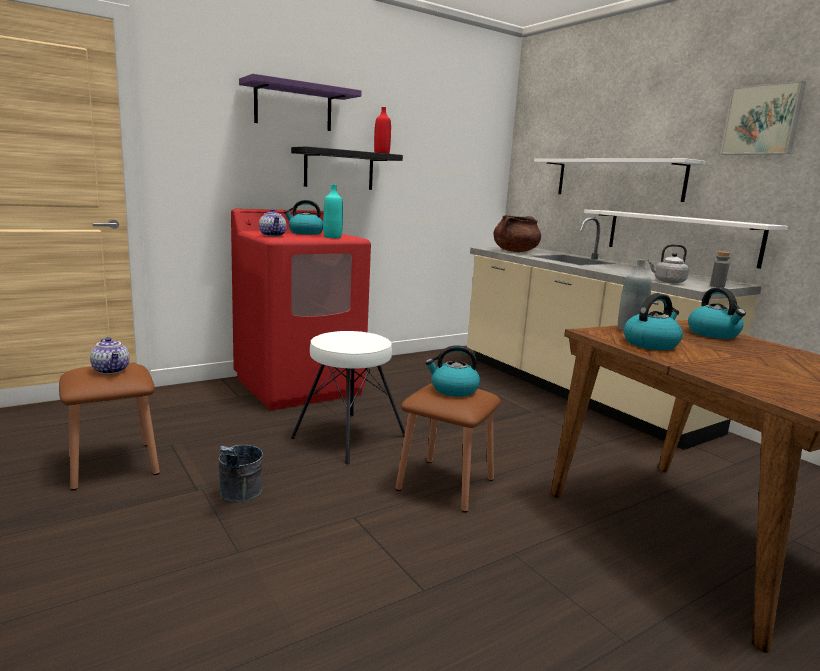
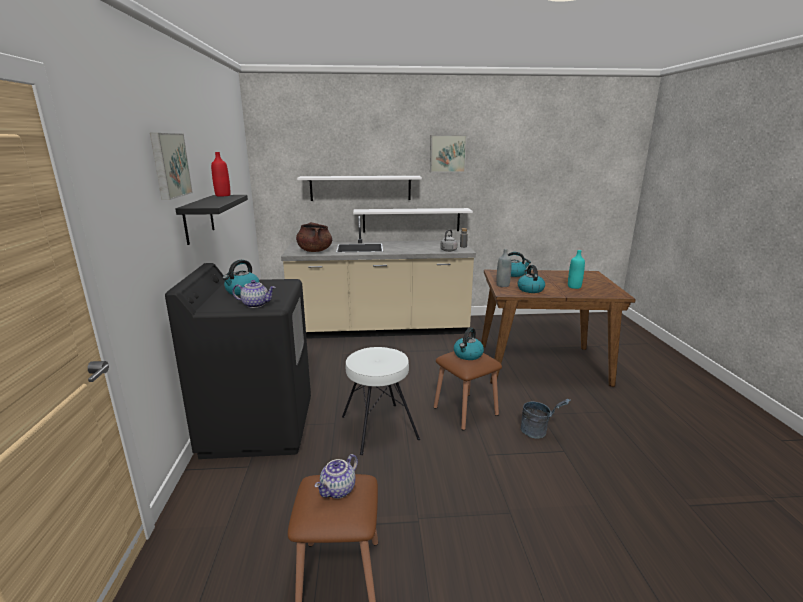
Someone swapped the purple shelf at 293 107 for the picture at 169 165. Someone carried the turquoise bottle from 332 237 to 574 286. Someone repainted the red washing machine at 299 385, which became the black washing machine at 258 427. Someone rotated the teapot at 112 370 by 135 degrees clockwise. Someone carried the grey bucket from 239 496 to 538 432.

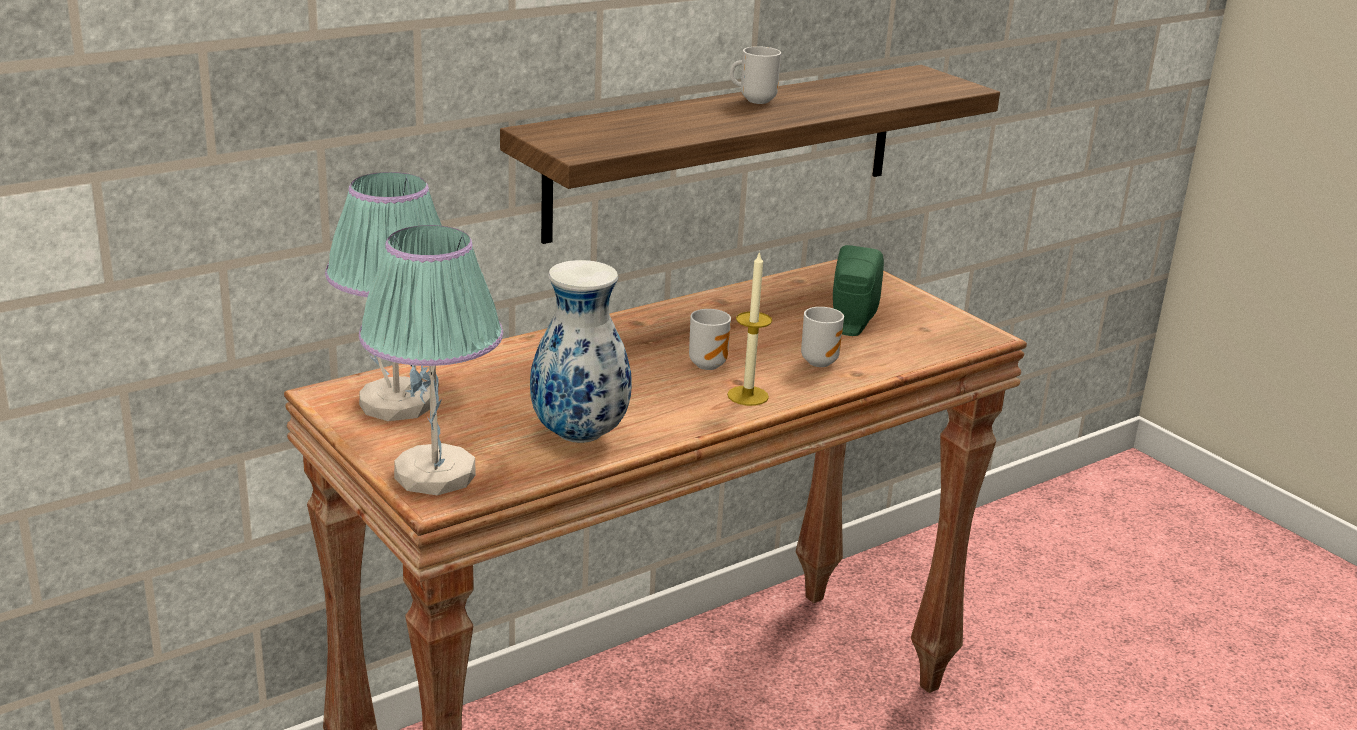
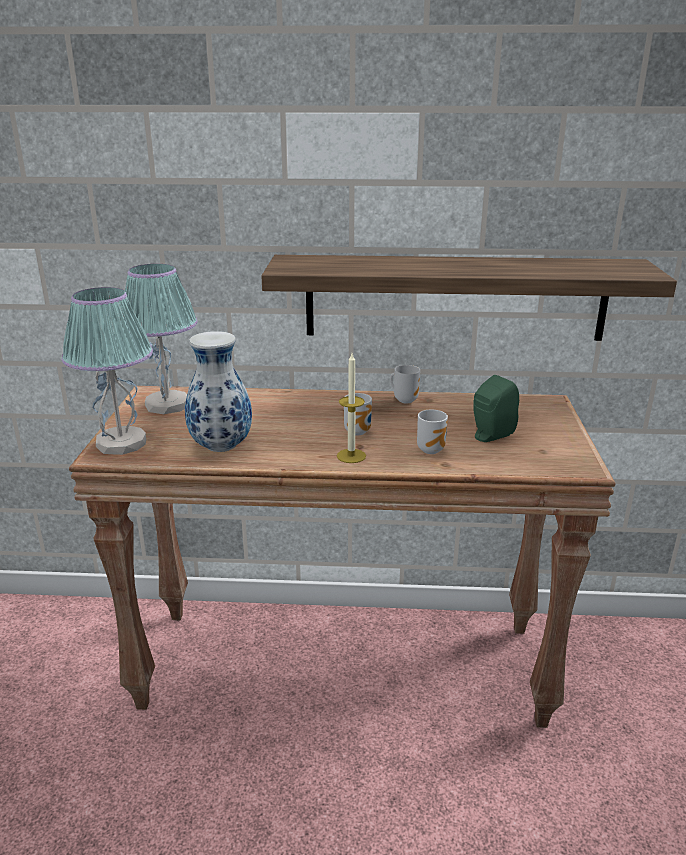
Someone carried the mug from 755 100 to 405 400.

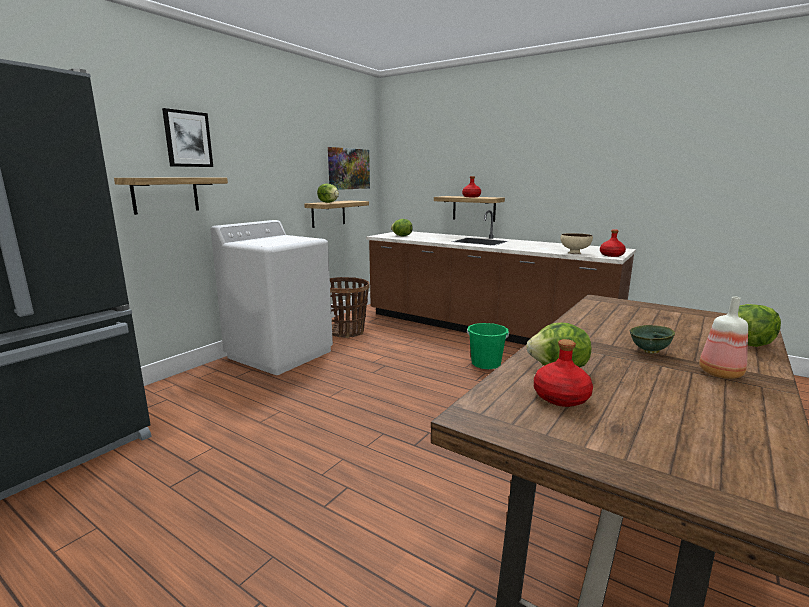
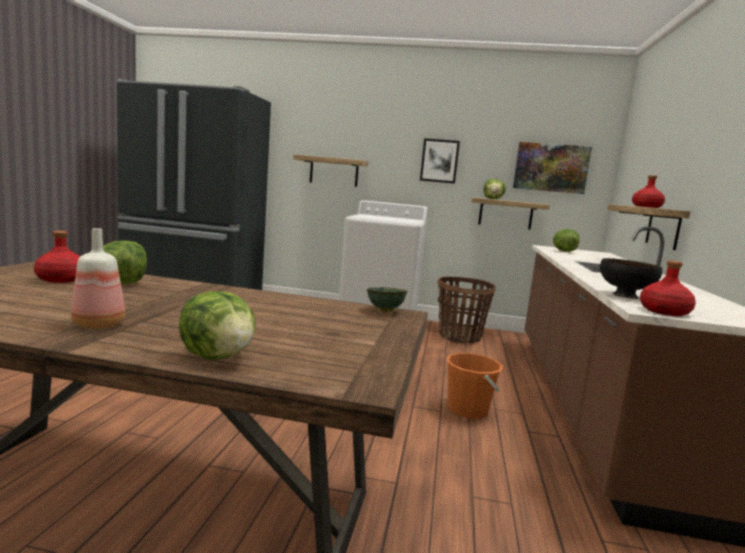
Someone carried the picture from 188 139 to 439 161. Someone repainted the beige bowl at 574 253, which became the black bowl at 624 295. Someone repainted the green bucket at 486 364, which became the orange bucket at 468 410. Someone carried the green bowl from 650 351 to 384 311.

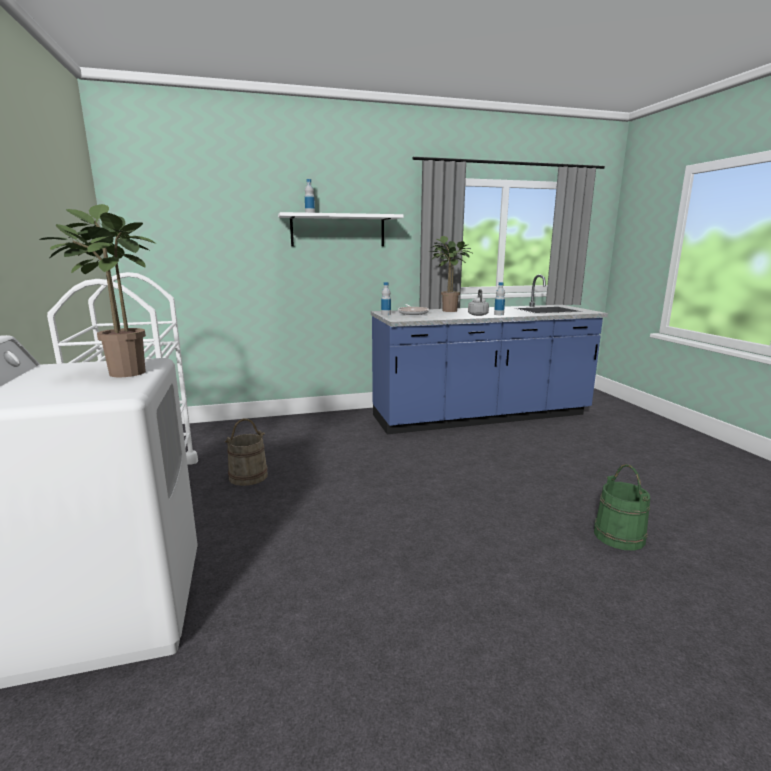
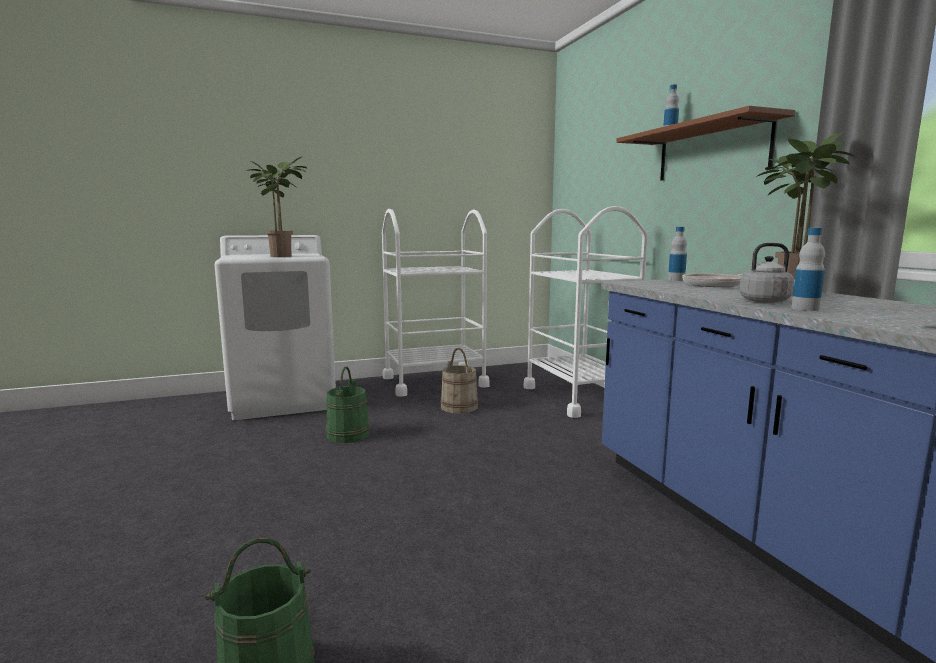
Someone repainted the white shelf at 338 230, which became the brown shelf at 712 151. Someone put down the white cart at 579 397. Someone put down the green bucket at 348 434.

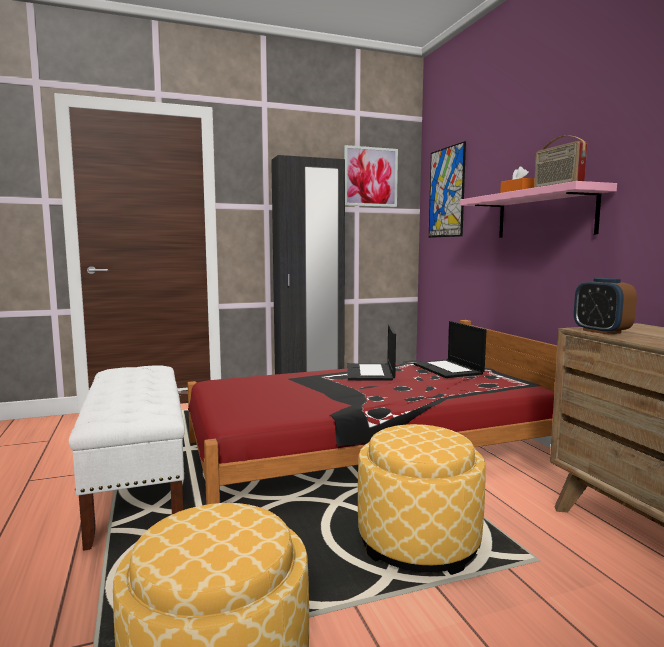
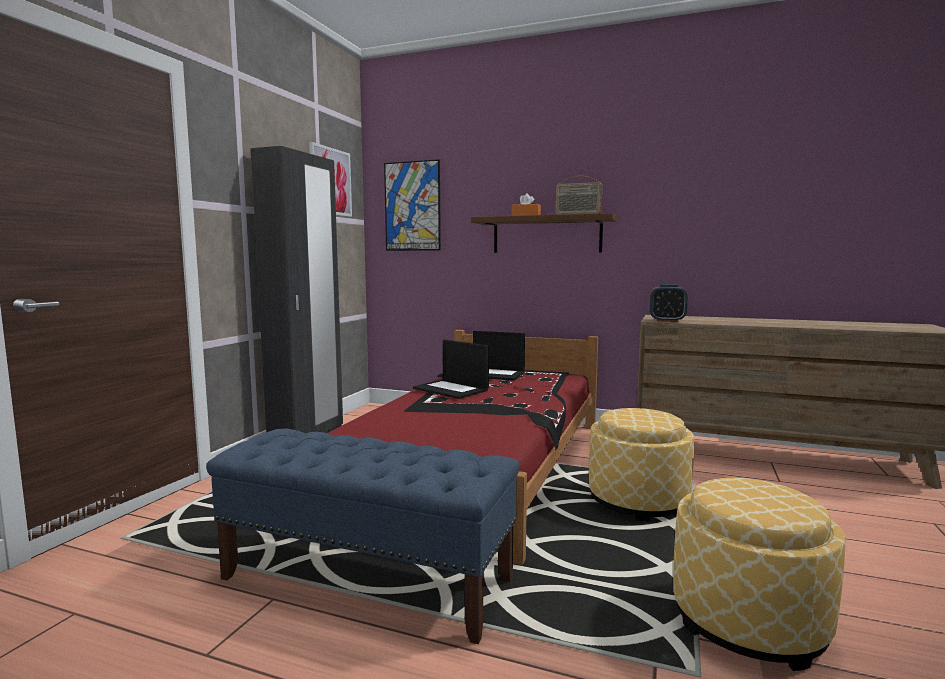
Someone repainted the pink shelf at 544 214, which became the brown shelf at 546 235. Someone repainted the white bench at 138 486, which became the blue bench at 367 579.

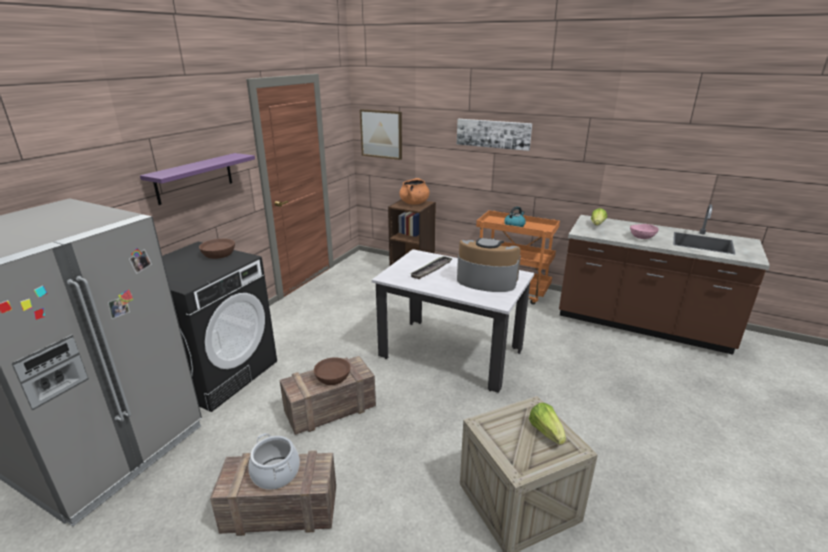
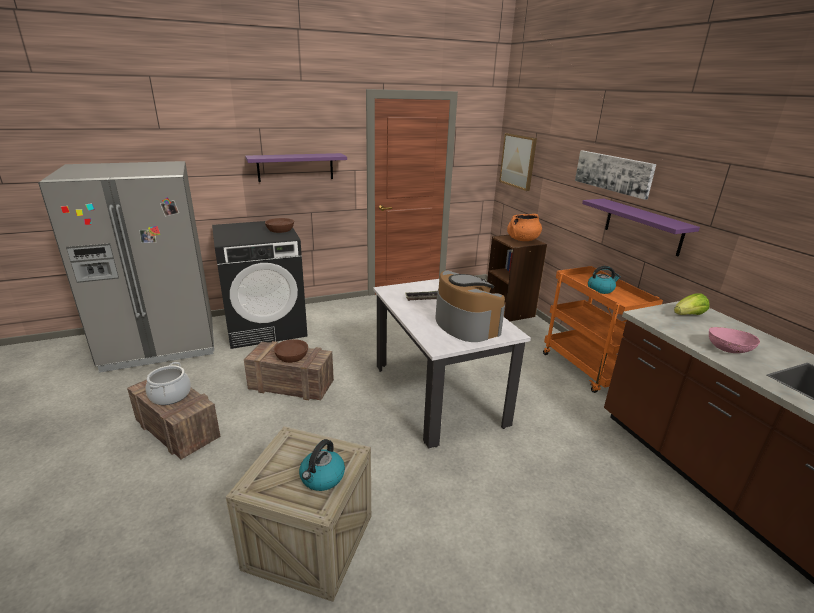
Someone swapped the lettuce at 546 432 for the kettle at 322 478. Someone put up the purple shelf at 643 226.

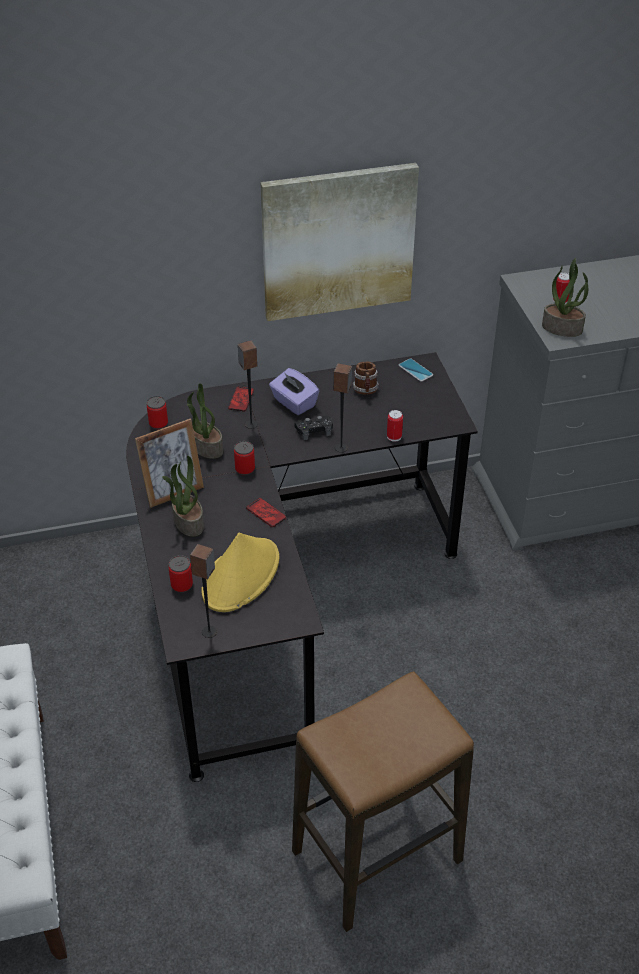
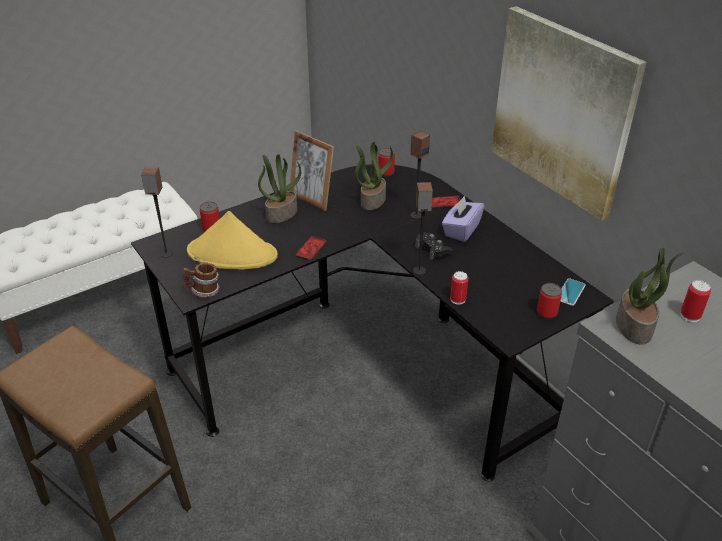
Someone carried the mug from 366 391 to 204 293. Someone carried the can from 245 469 to 546 312.

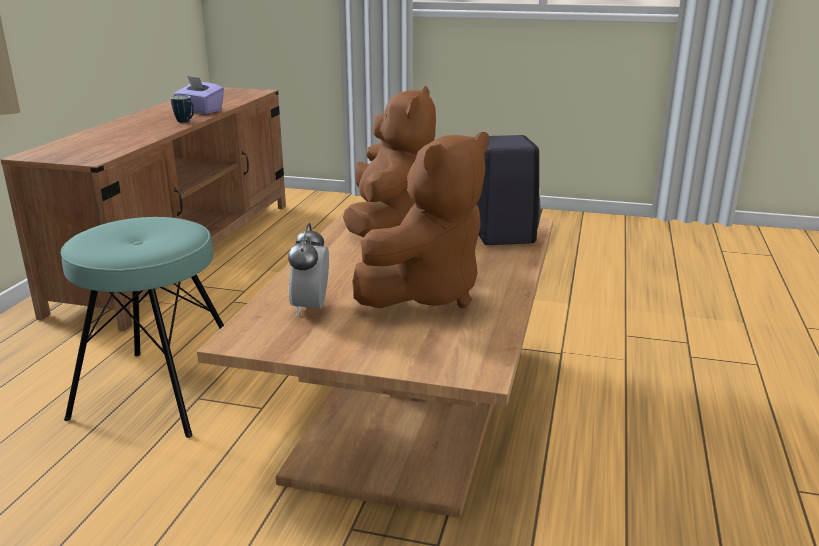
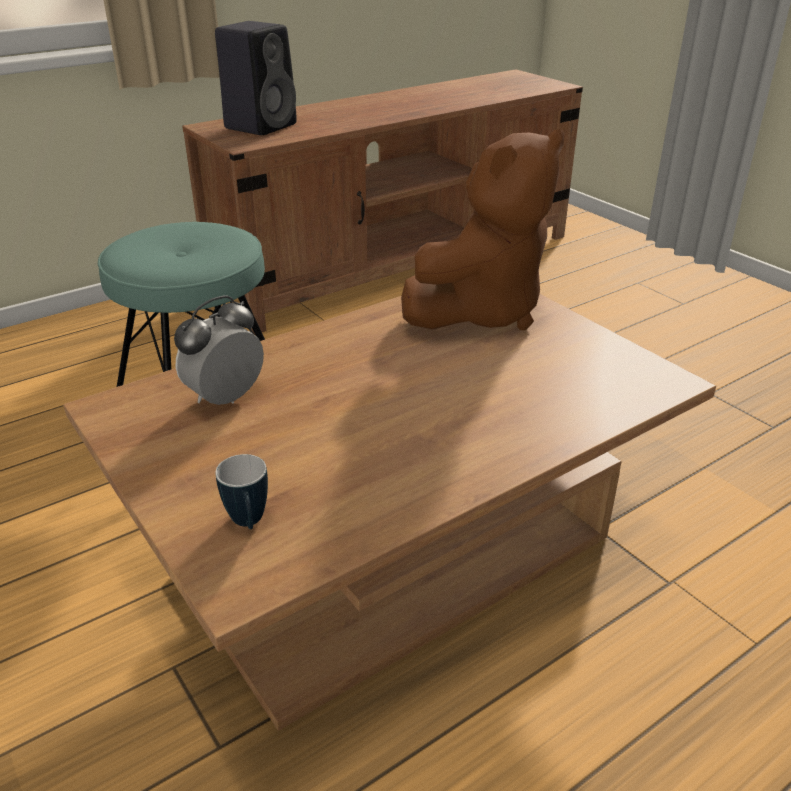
Someone took away the purple tissue box at 200 111. Someone carried the mug from 186 122 to 249 524. Someone took away the brown plush toy at 426 293. Someone carried the black speaker from 502 234 to 262 126.

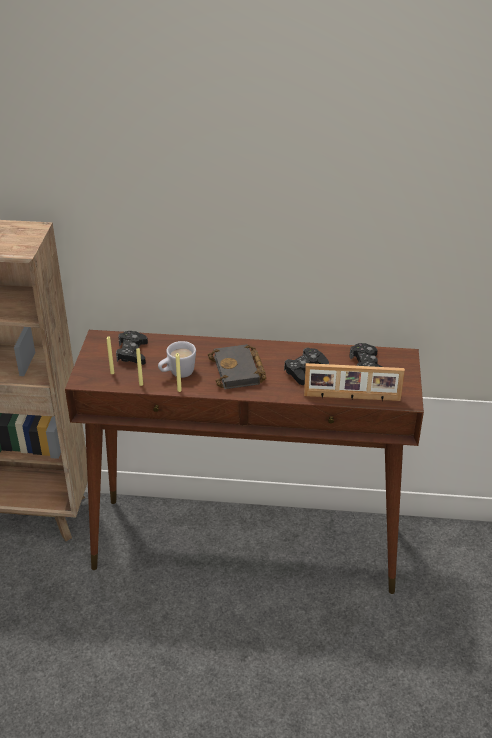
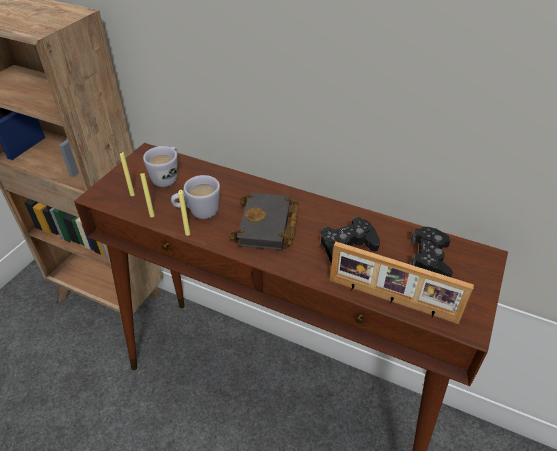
Someone swapped the black game controller at 132 353 for the white mug at 168 177.

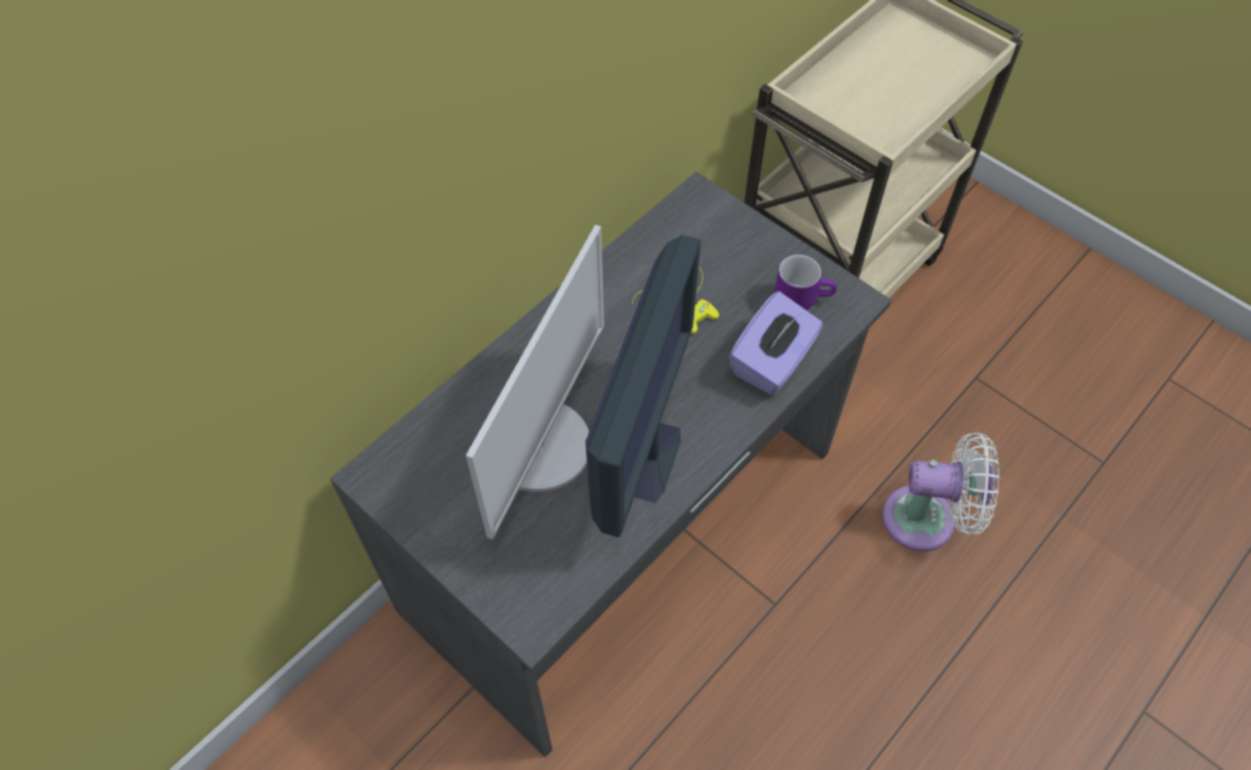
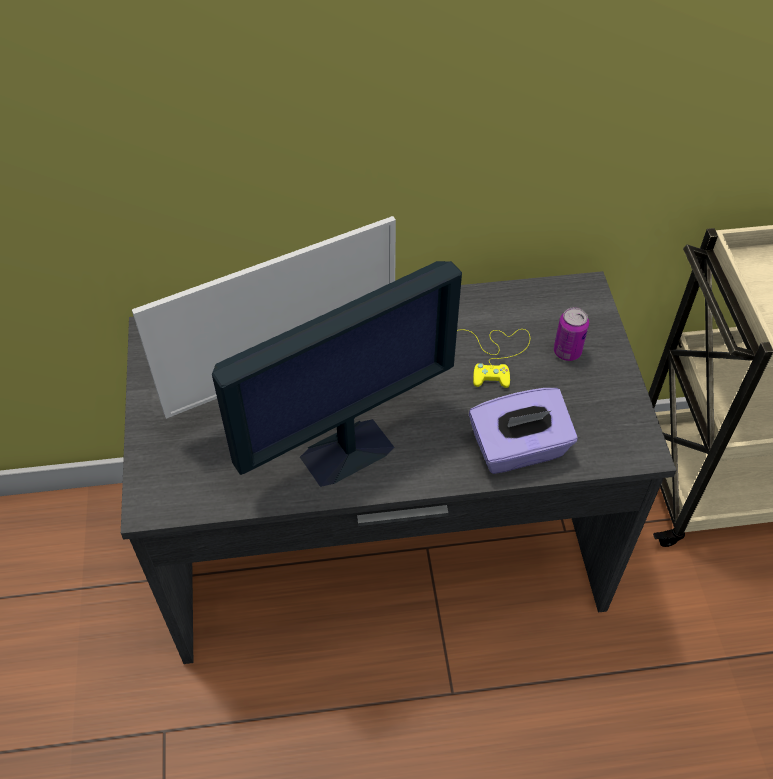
Someone took away the purple mug at 801 297. Someone took away the white fan at 927 519. Someone put down the can at 567 352.

